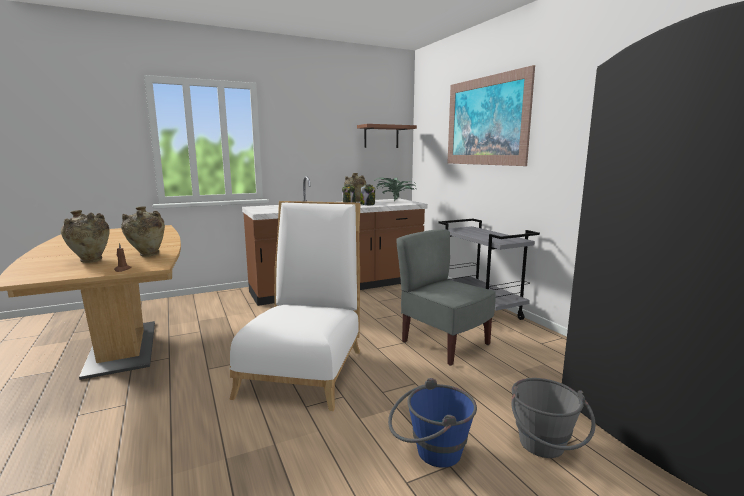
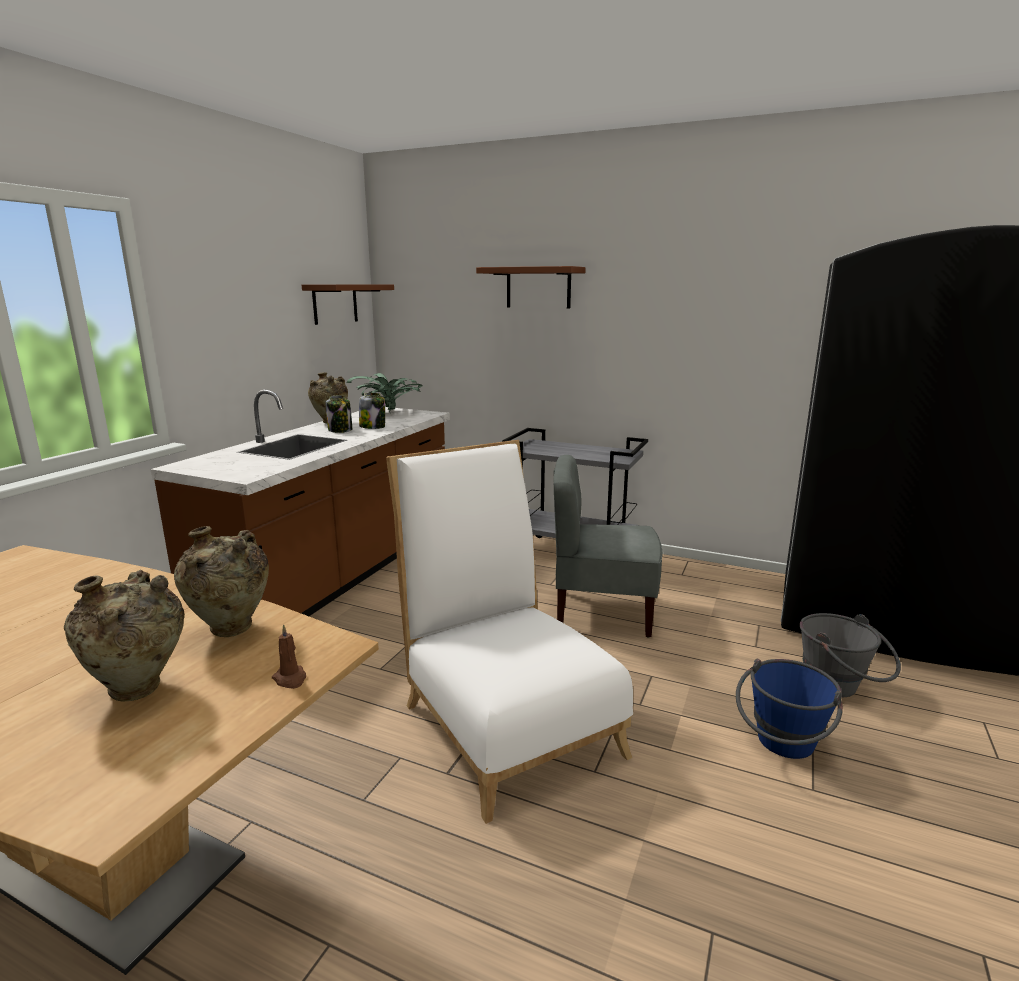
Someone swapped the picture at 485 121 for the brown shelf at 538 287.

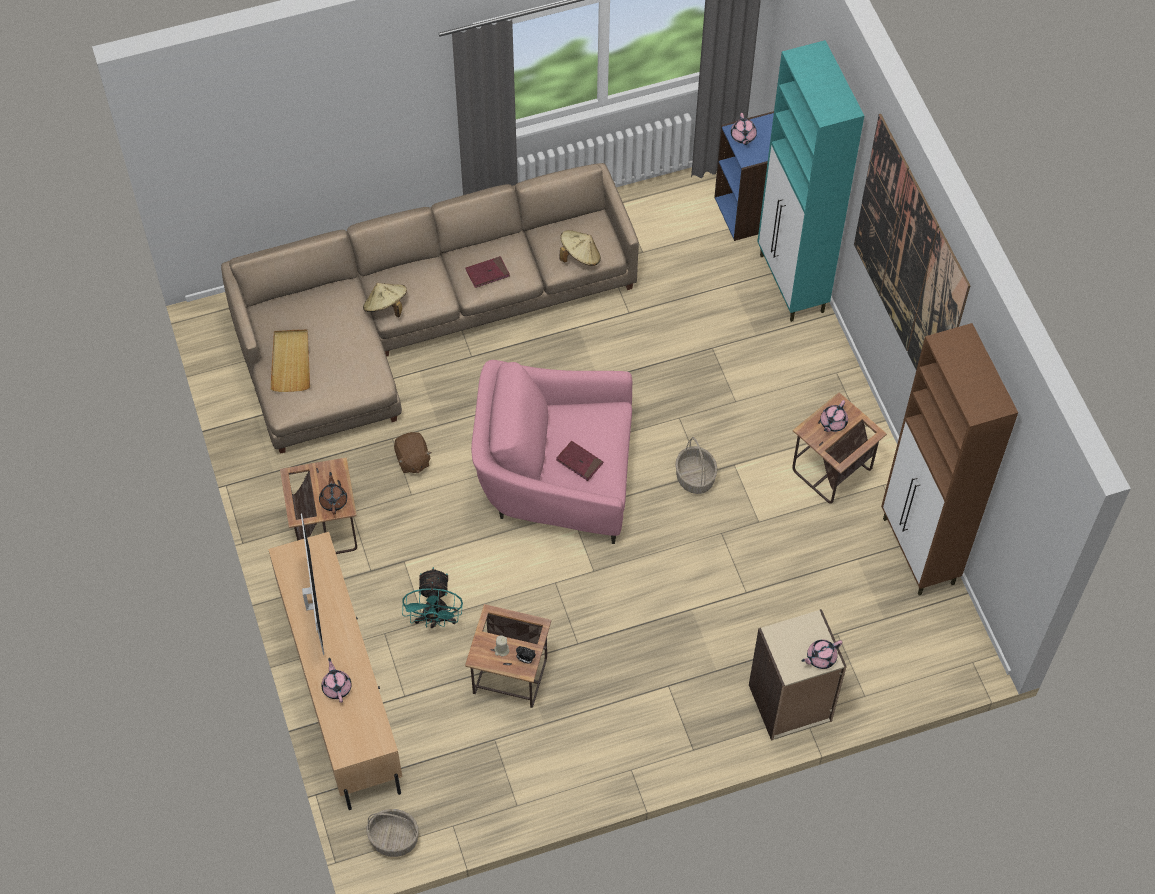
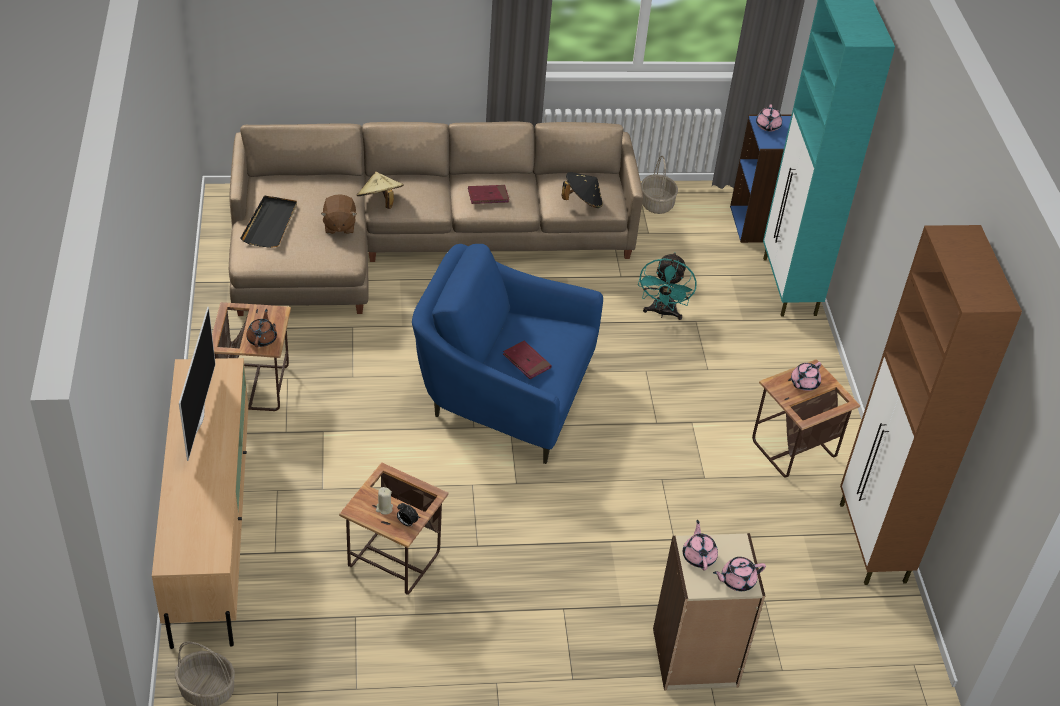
Someone took away the picture at 909 263. Someone repainted the beige hat at 580 256, which became the black hat at 582 201. Someone repainted the beige tray at 291 362, which became the black tray at 270 224. Someone repainted the pink armchair at 556 479, which became the blue armchair at 503 395. Someone carried the brown plush toy from 412 460 to 339 226. Someone carried the basket from 694 477 to 656 204. Someone carried the turquoise fan from 435 619 to 662 313. Someone carried the pink teapot from 337 687 to 699 556.

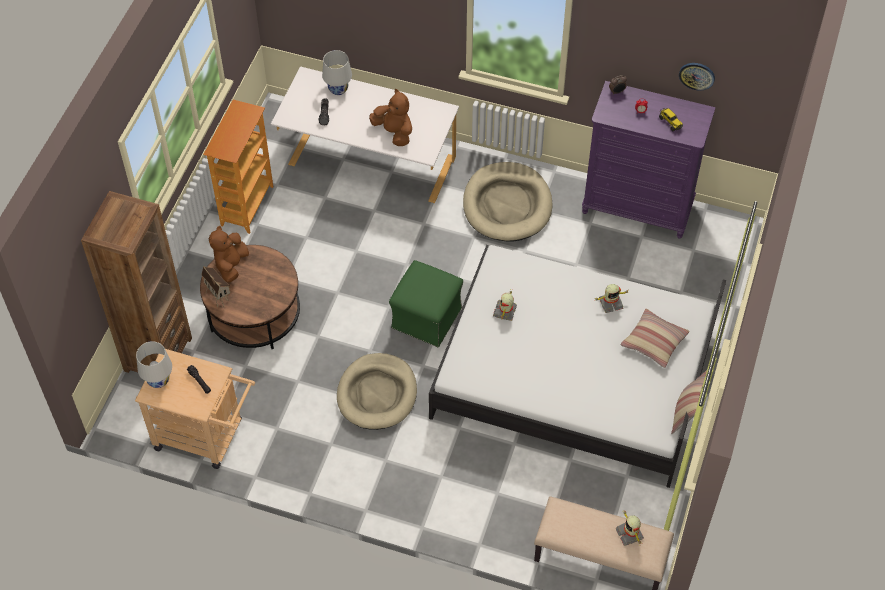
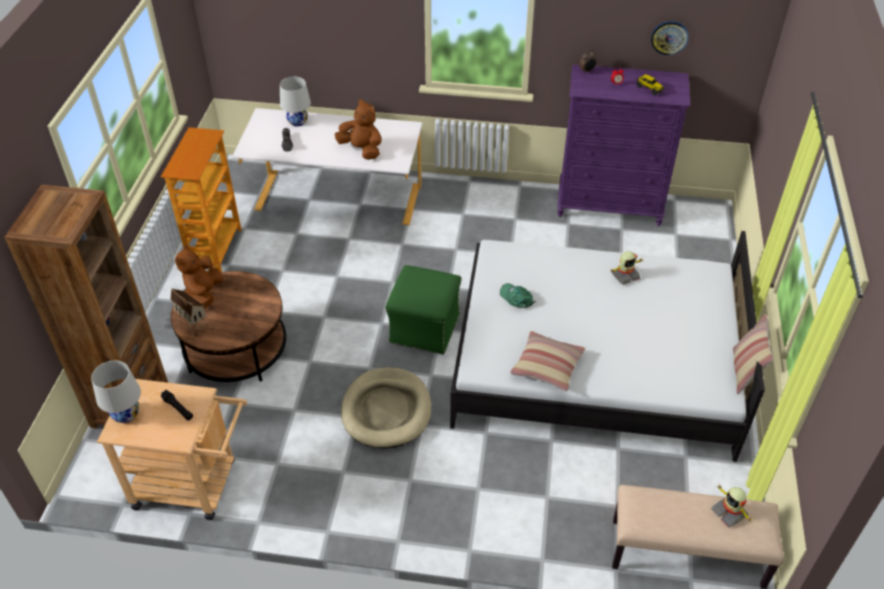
Someone took away the beige dog bed at 507 205. Someone swapped the toy robot at 505 311 for the green cap at 516 297. Someone carried the pillow from 654 342 to 547 366.

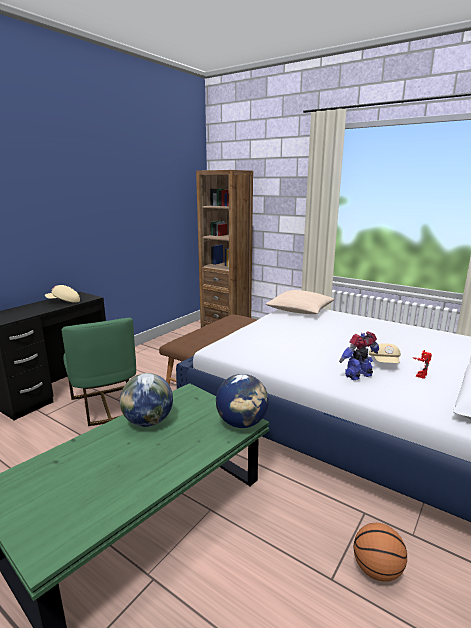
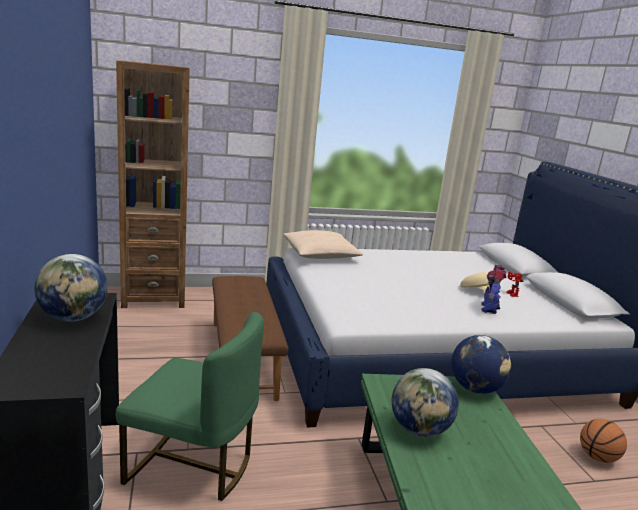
Someone swapped the beige cap at 64 302 for the globe at 74 318.

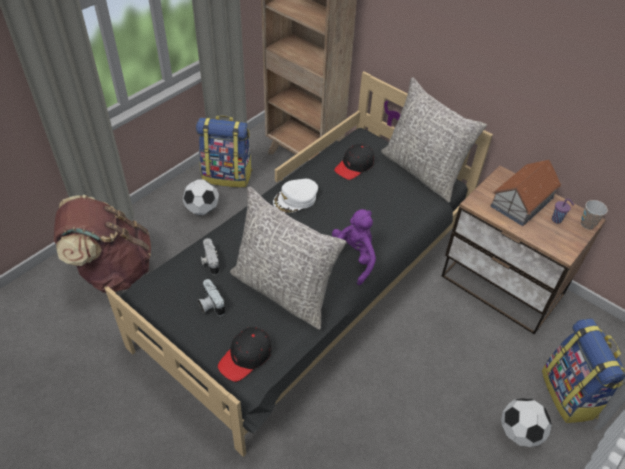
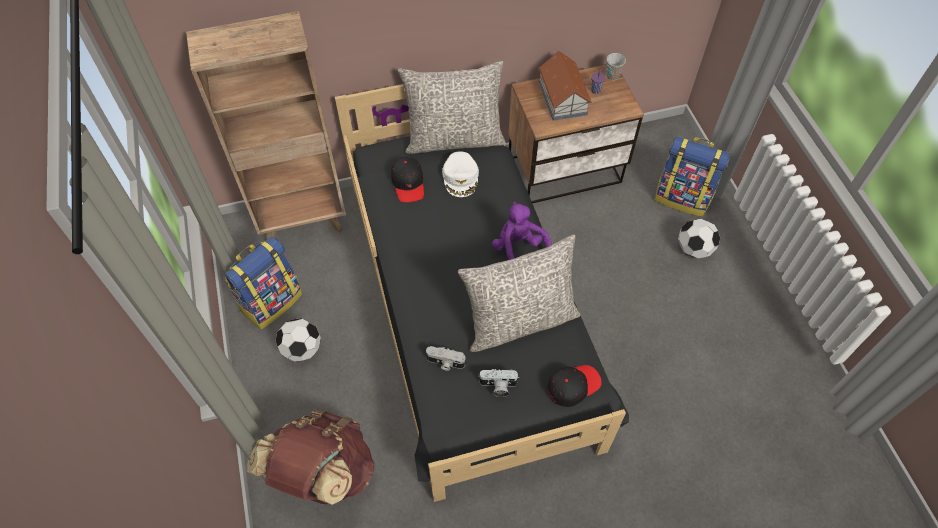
Someone carried the white cap from 295 199 to 461 177. Someone rotated the black cap at 245 357 by 105 degrees counterclockwise.

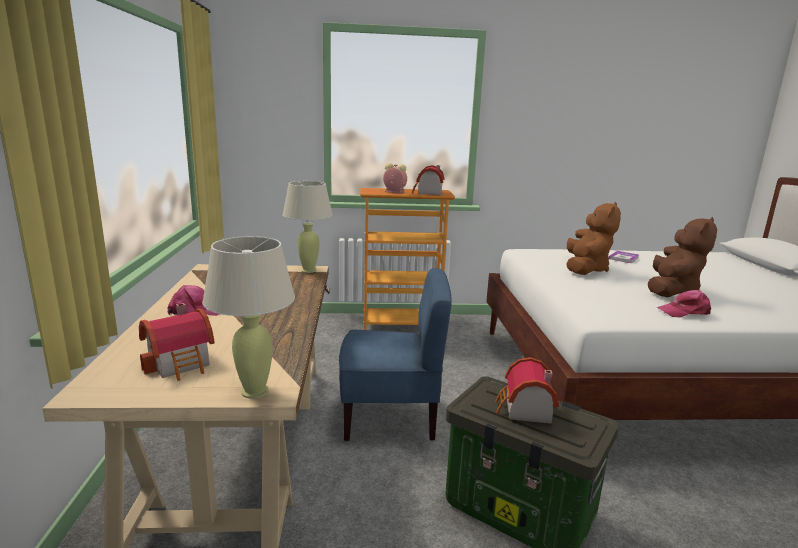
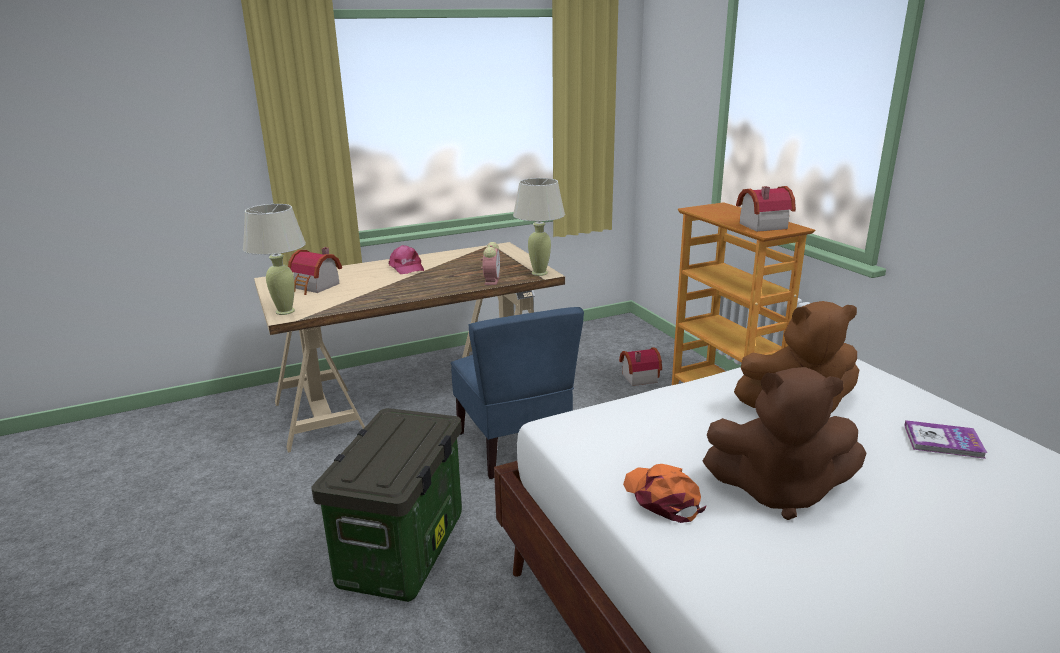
Someone carried the alarm clock from 393 192 to 491 280. Someone repainted the pink cap at 684 312, which became the orange cap at 662 498. Someone carried the toy house from 524 410 to 637 377.

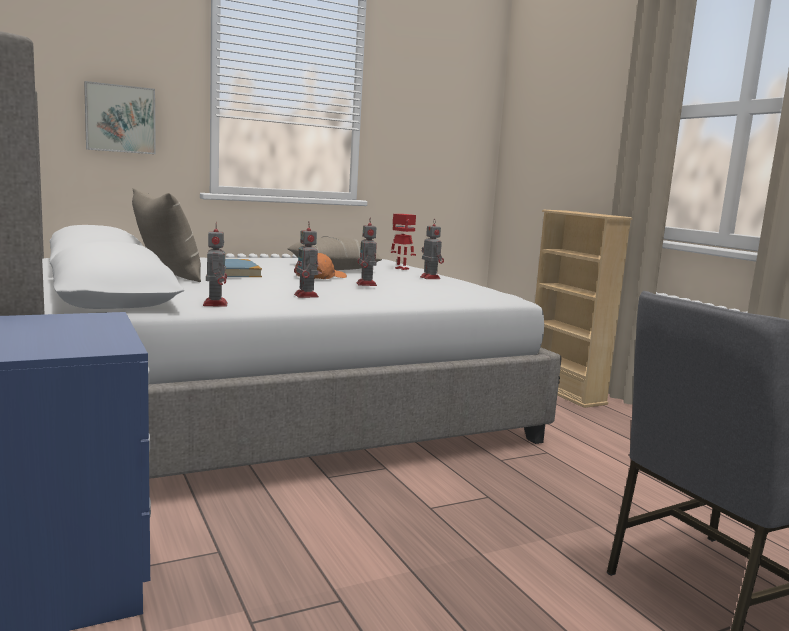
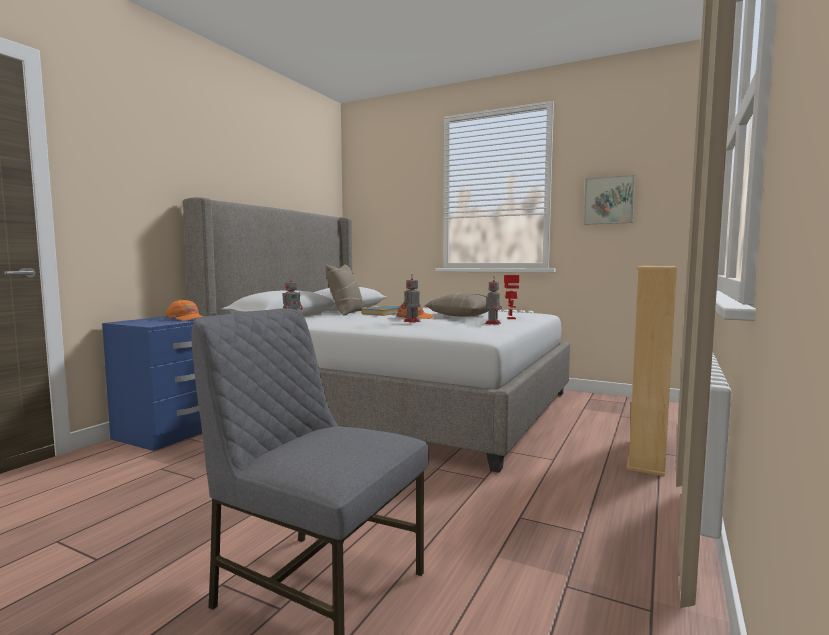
Someone carried the picture from 120 119 to 609 200. Someone took away the toy robot at 306 296. Someone put down the orange cap at 187 318.

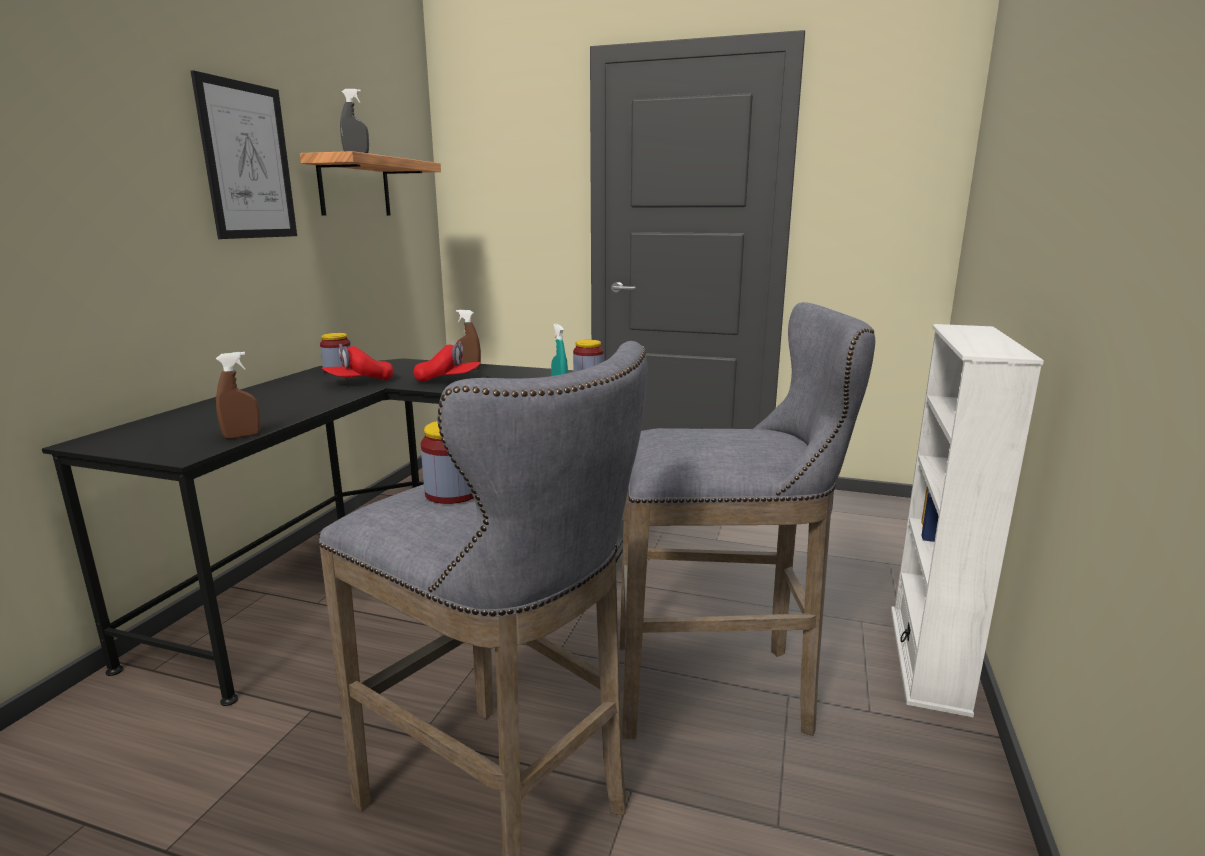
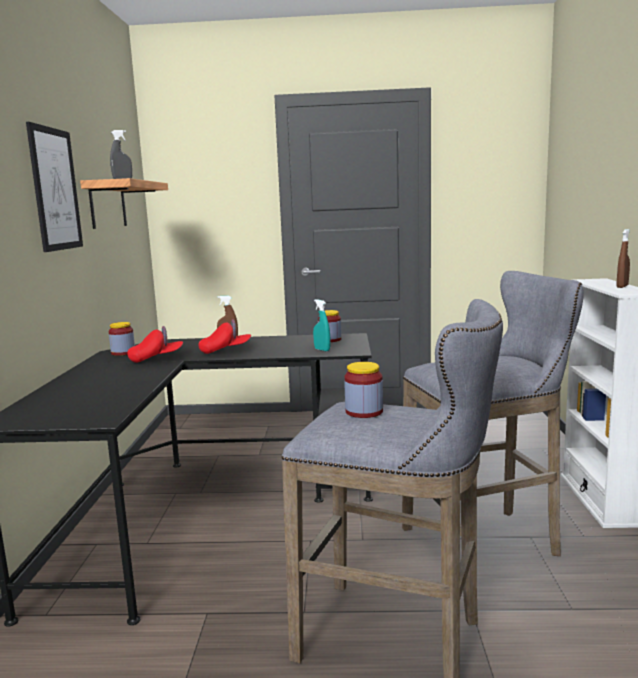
Someone rotated the red cap at 360 382 by 150 degrees counterclockwise. Someone carried the brown spray bottle from 242 436 to 622 286.

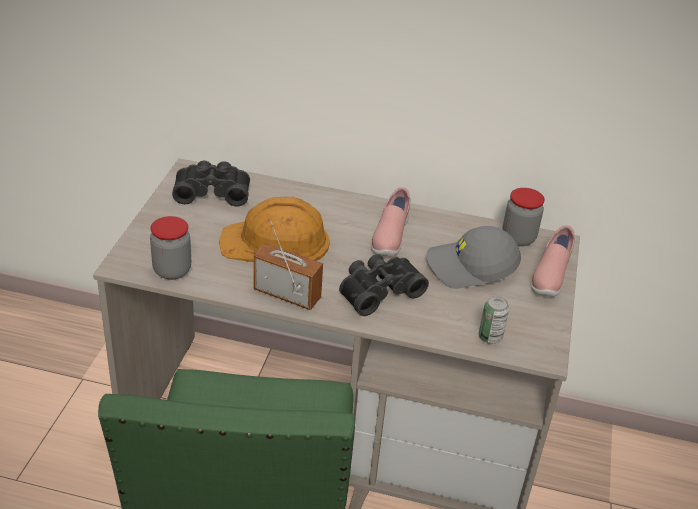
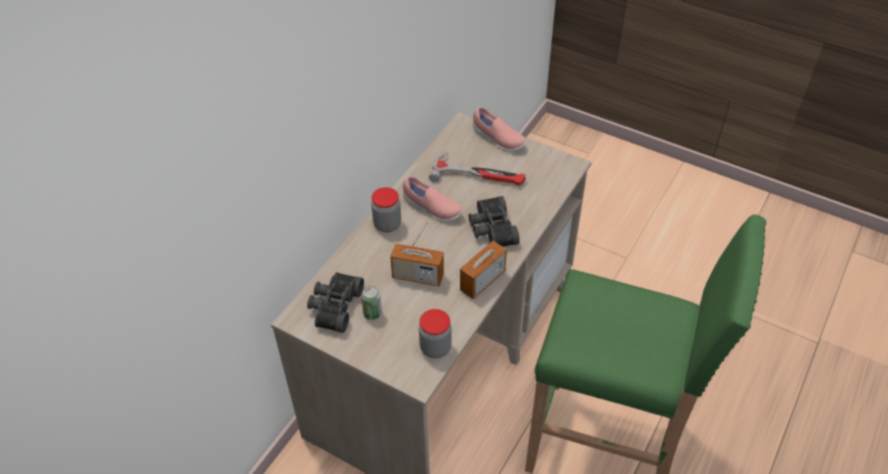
Someone carried the jar from 518 238 to 387 224. Someone swapped the orange hard hat at 276 242 for the radio at 418 276. Someone swapped the grey cap at 471 268 for the hammer at 478 175. Someone carried the can from 490 337 to 372 313.

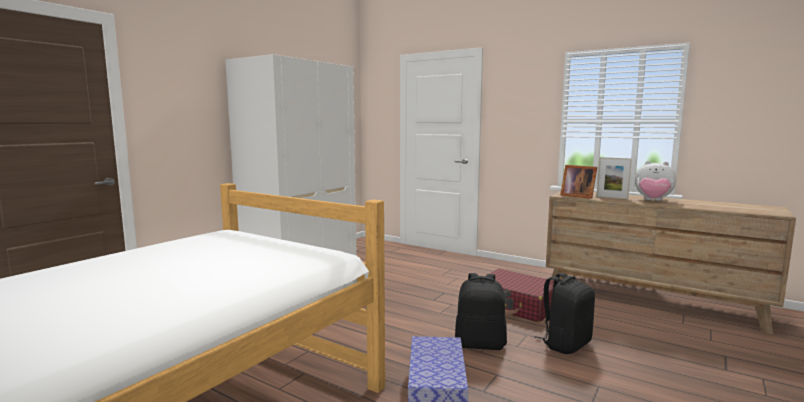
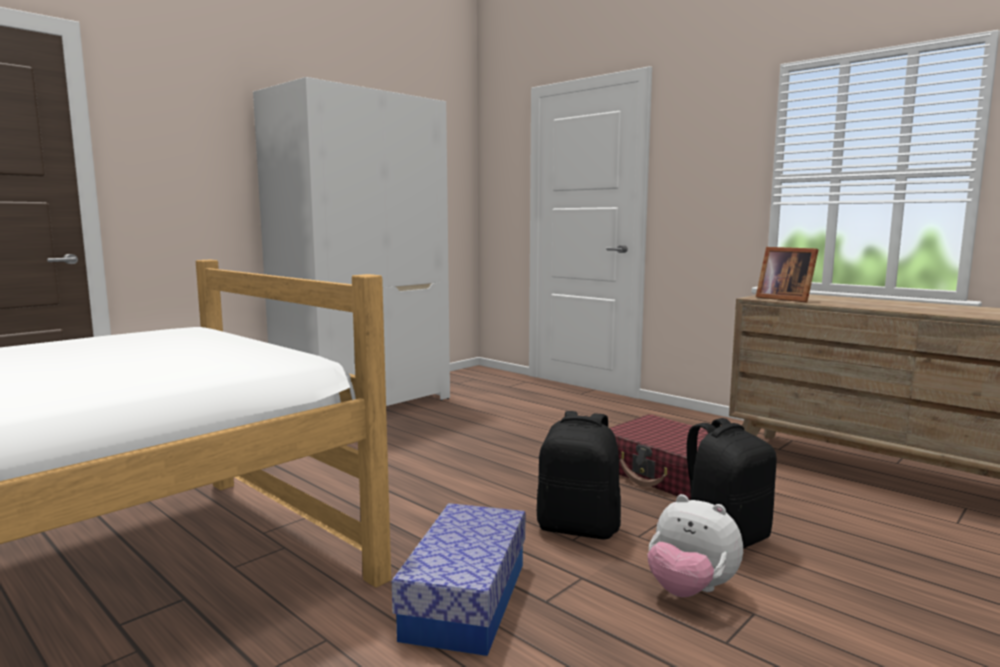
Someone took away the picture frame at 612 198. Someone carried the plush toy from 653 200 to 690 590.

